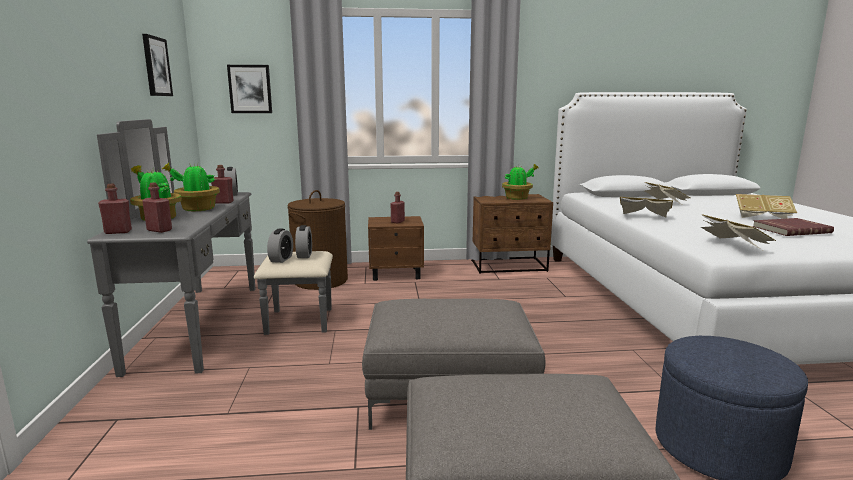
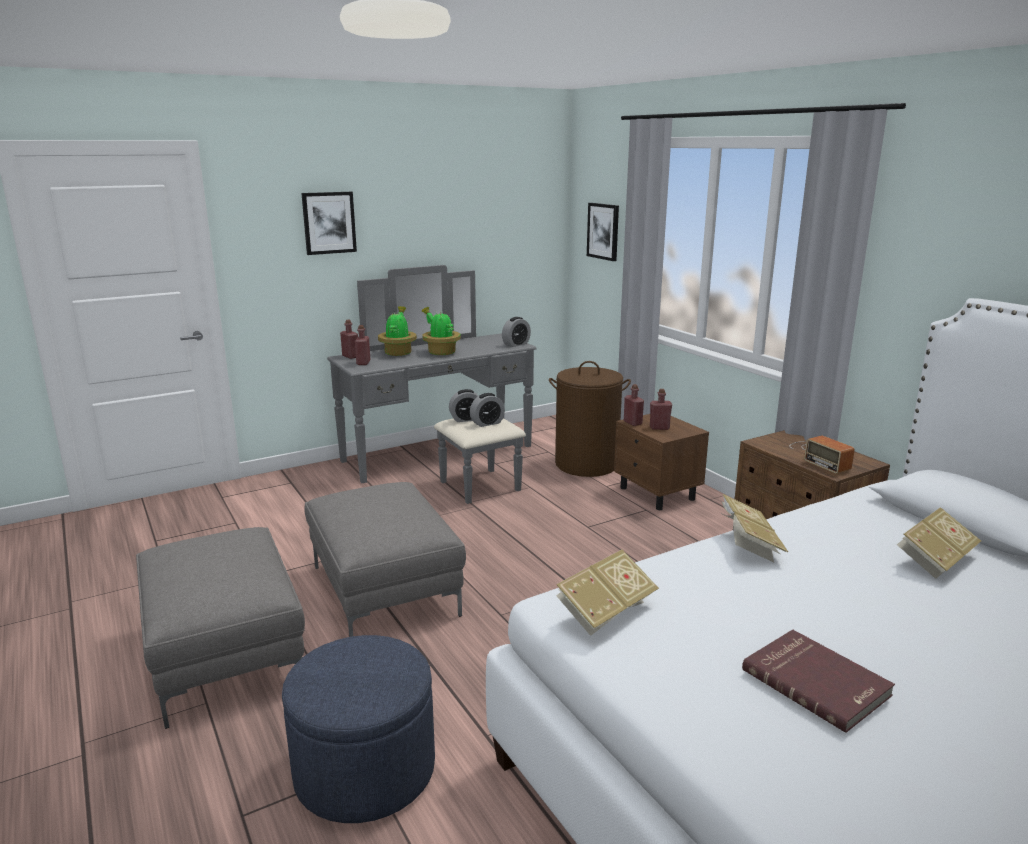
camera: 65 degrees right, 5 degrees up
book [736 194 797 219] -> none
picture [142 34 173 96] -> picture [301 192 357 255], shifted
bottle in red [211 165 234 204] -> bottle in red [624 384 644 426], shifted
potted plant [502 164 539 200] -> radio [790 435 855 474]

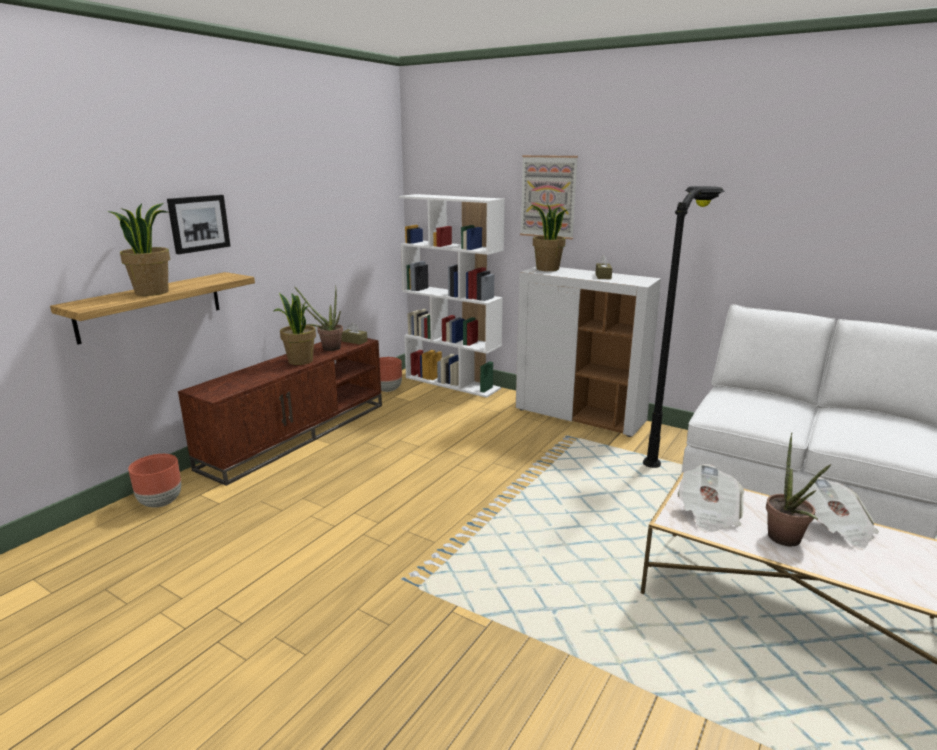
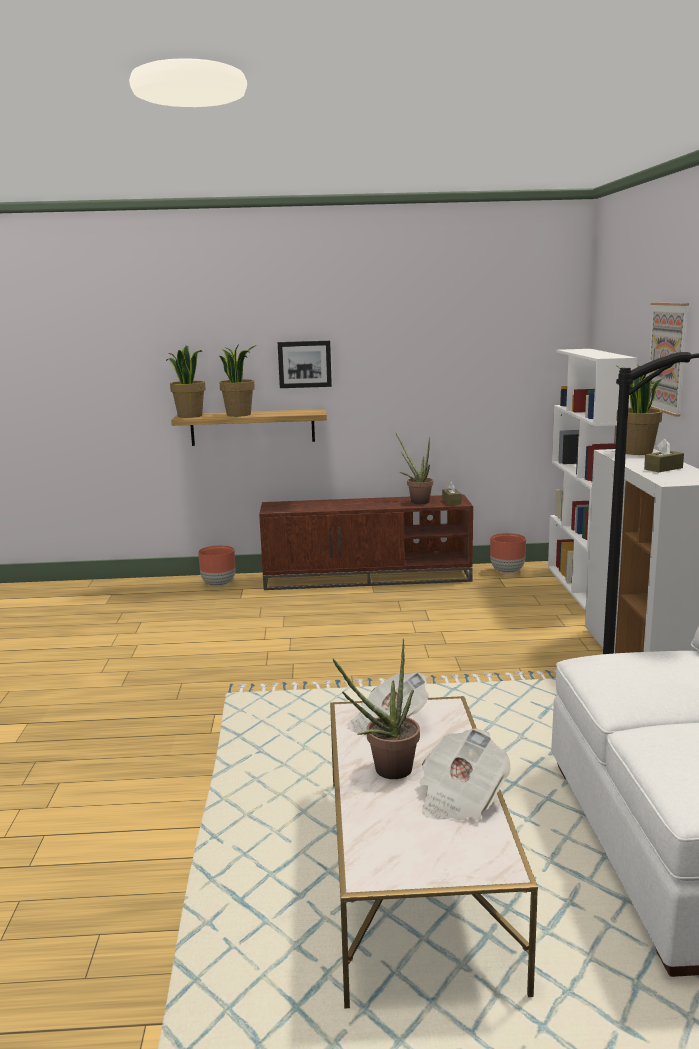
camera: 55 degrees right, 5 degrees down
potted plant [273 293 316 365] -> potted plant [166 345 206 418], shifted

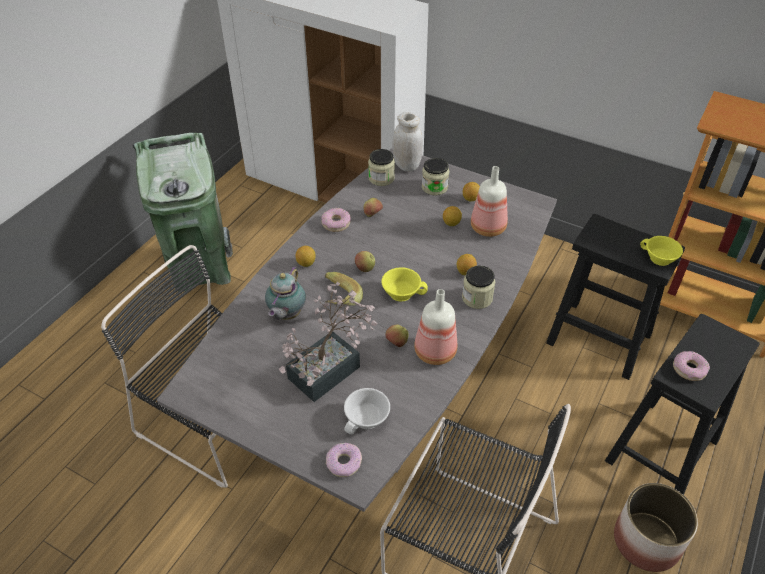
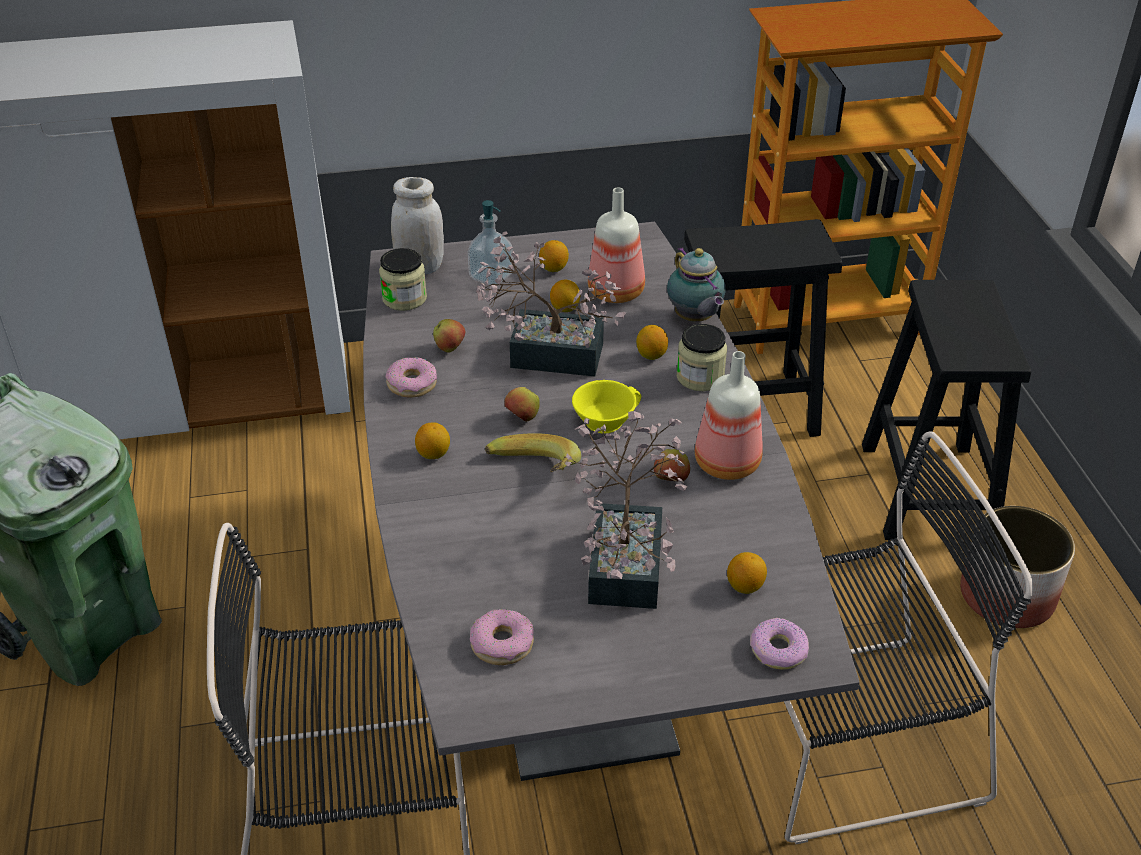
camera: 40 degrees left, 5 degrees down
cup in yellow [640 236 683 266] -> none
none -> potted plant [476 231 626 377]
teapot [265 266 306 320] -> teapot [667 247 726 322], shifted
donut [673 351 710 381] -> donut [470 609 534 665], shifted
cup in white [344 388 390 435] -> lemon [727 552 767 594]
jar [422 158 449 196] -> soap dispenser [468 200 513 286]

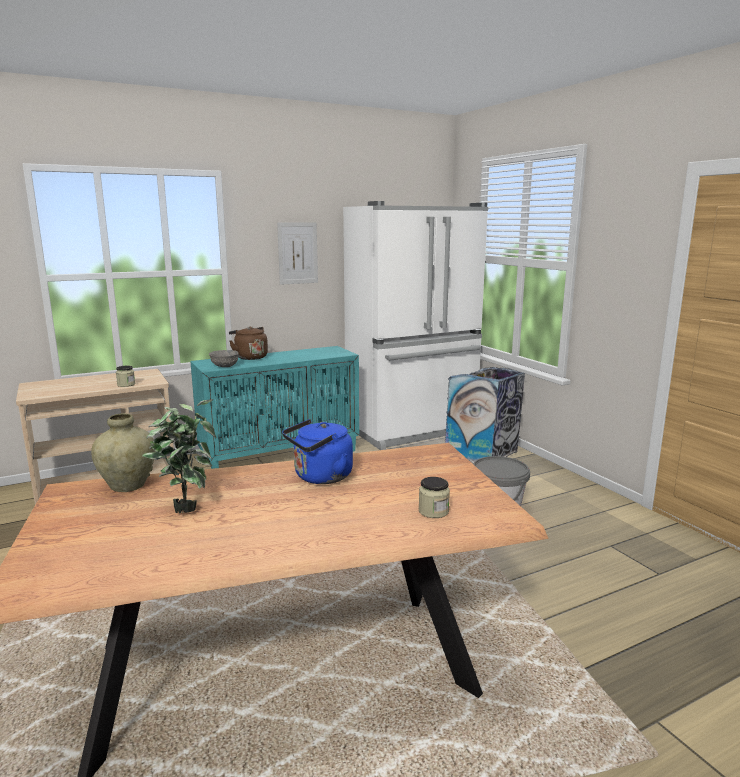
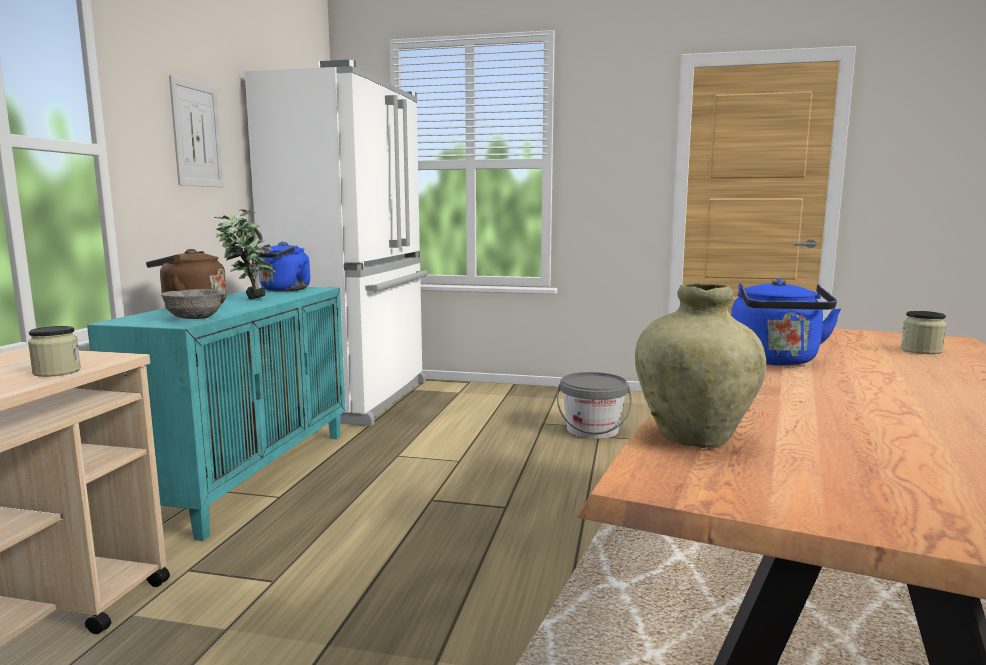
camera: 50 degrees left, 5 degrees down
trash can [445 367 525 464] -> none
none -> kettle in blue [253 242 310 292]
potted plant [142 399 216 513] -> potted plant [214 209 276 299], shifted

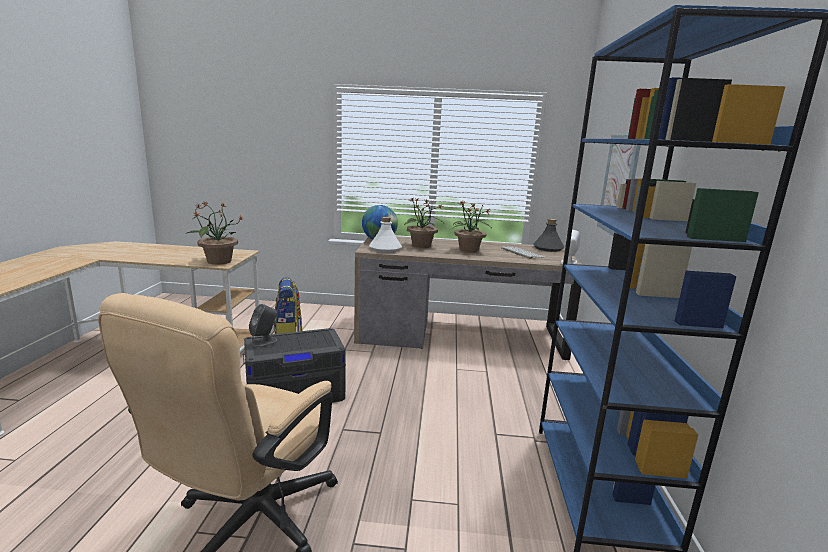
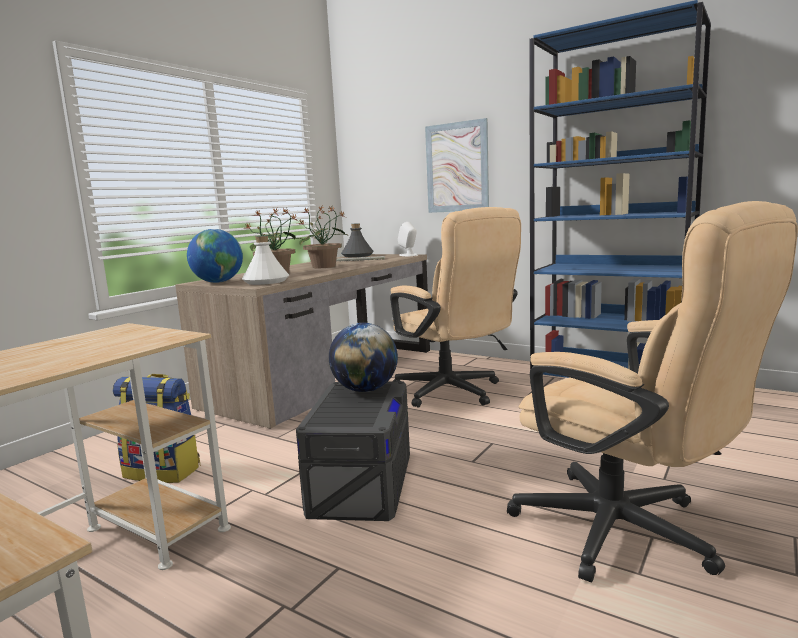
camera: 60 degrees left, 5 degrees down
potted plant [187 202 243 265] -> none
speaker in grey [249 304 278 348] -> none
none -> globe [329 323 398 392]
none -> office chair in beige [390 207 521 408]

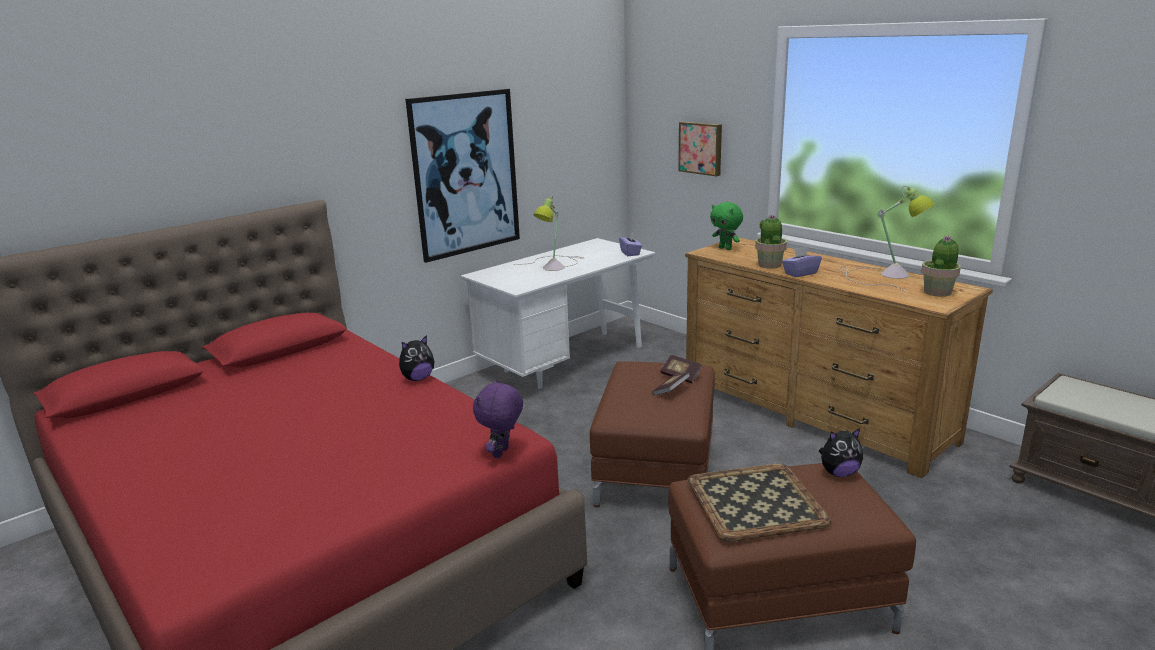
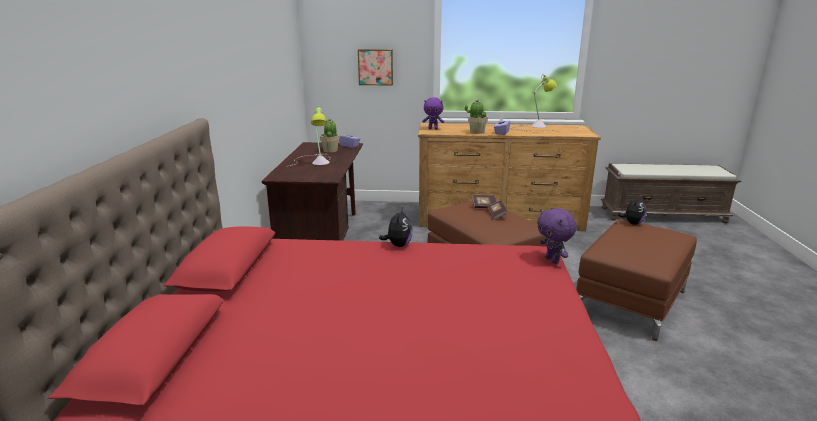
camera: 45 degrees left, 0 degrees up
picture [405 89 520 263] -> none
tray [687 464 832 542] -> none
potted plant [921 236 961 297] -> potted plant [320 119 340 153], shifted
desk in white [460 238 656 389] -> desk in brown [262 142 363 241]
plush toy in green [710 202 743 250] -> plush toy in purple [422 97 444 129]

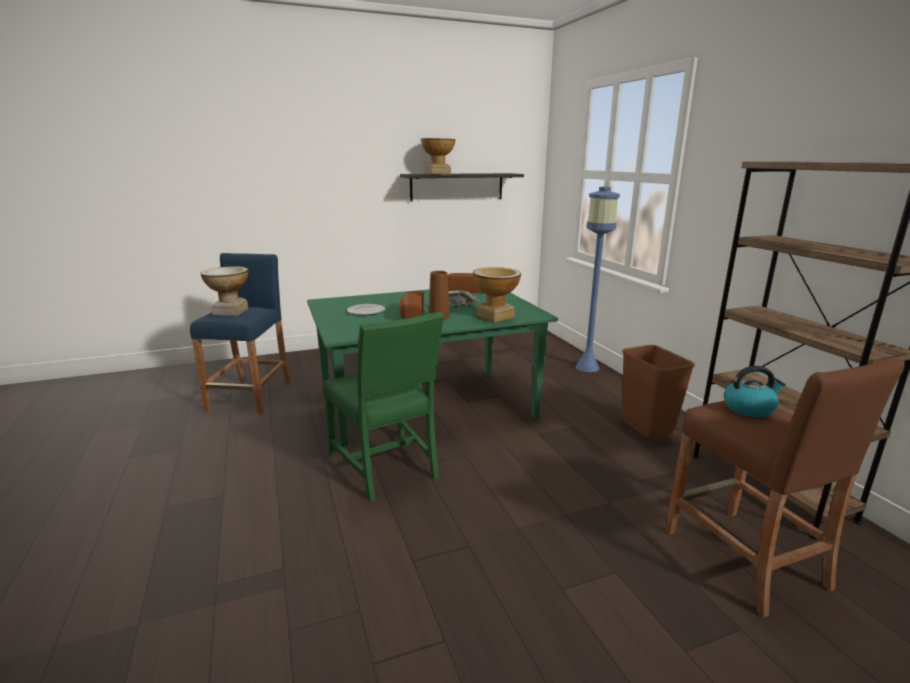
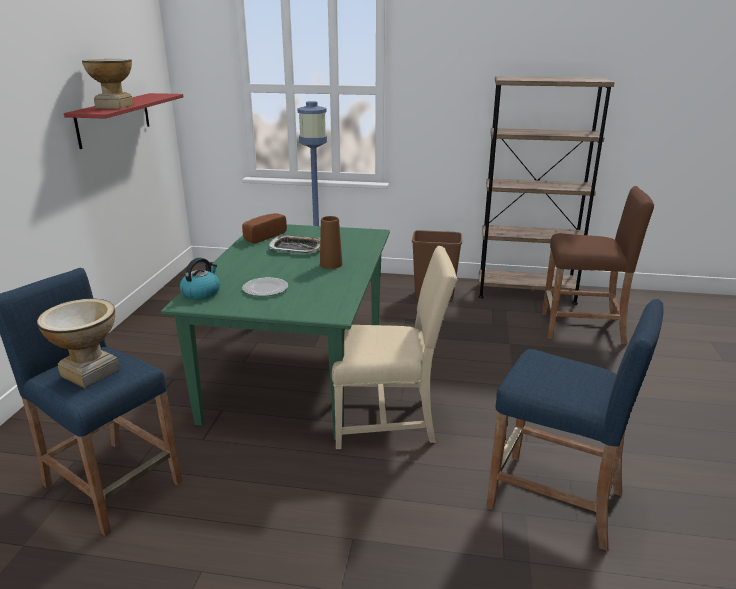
camera: 60 degrees left, 5 degrees up
bread [399 291 424 319] -> none
vase [473 267 521 323] -> none
none -> stool in blue [486 299 663 551]
kettle [724 366 786 417] -> kettle [180 258 220 300], shifted
chair in green [323 312 444 501] -> chair in beige [332 246 458 449]
shelf in black [400 173 524 202] -> shelf in red [64 93 184 149]

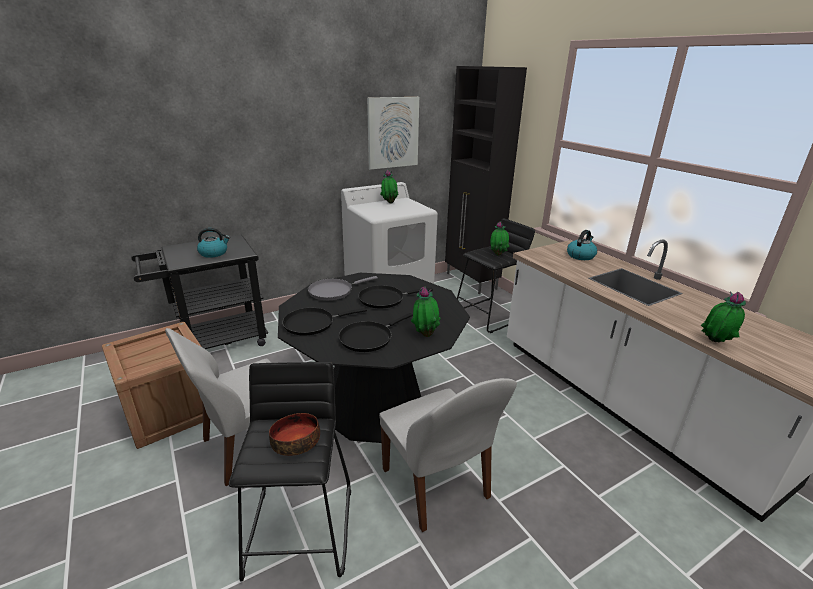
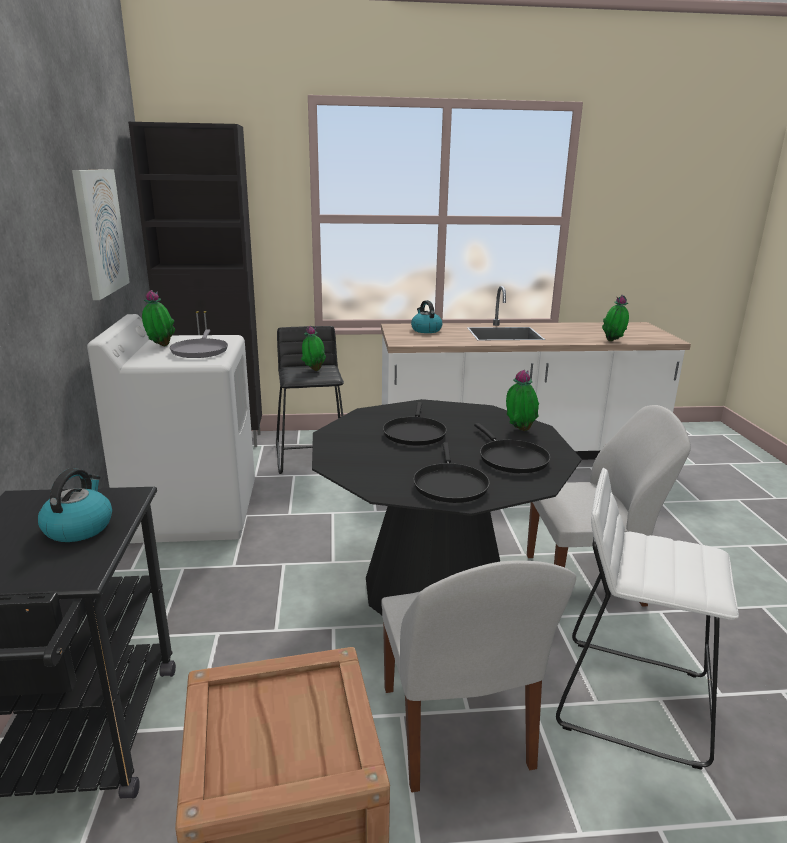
camera: 65 degrees left, 5 degrees down
bowl [269 413 320 456] -> none
frying pan in grey [308 276 378 300] -> frying pan in grey [170 329 228 358], shifted
stool in black [229 362 351 582] -> stool in white [556 468 739 770]

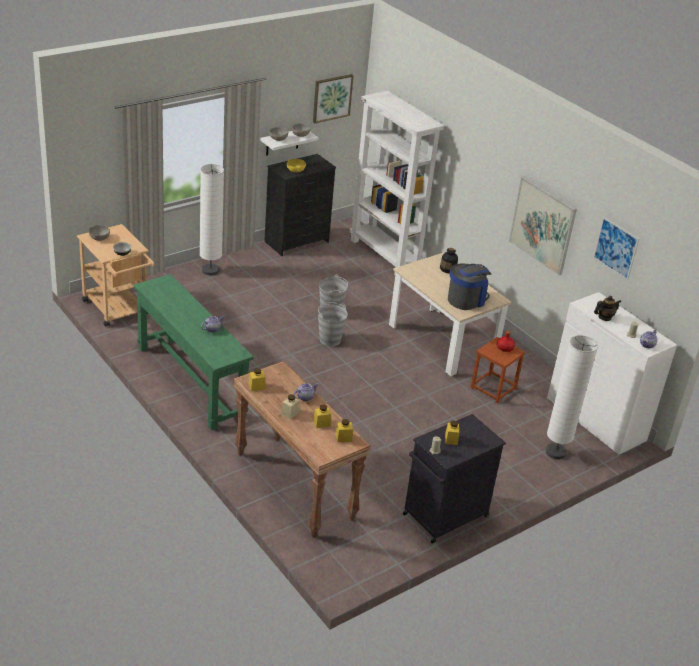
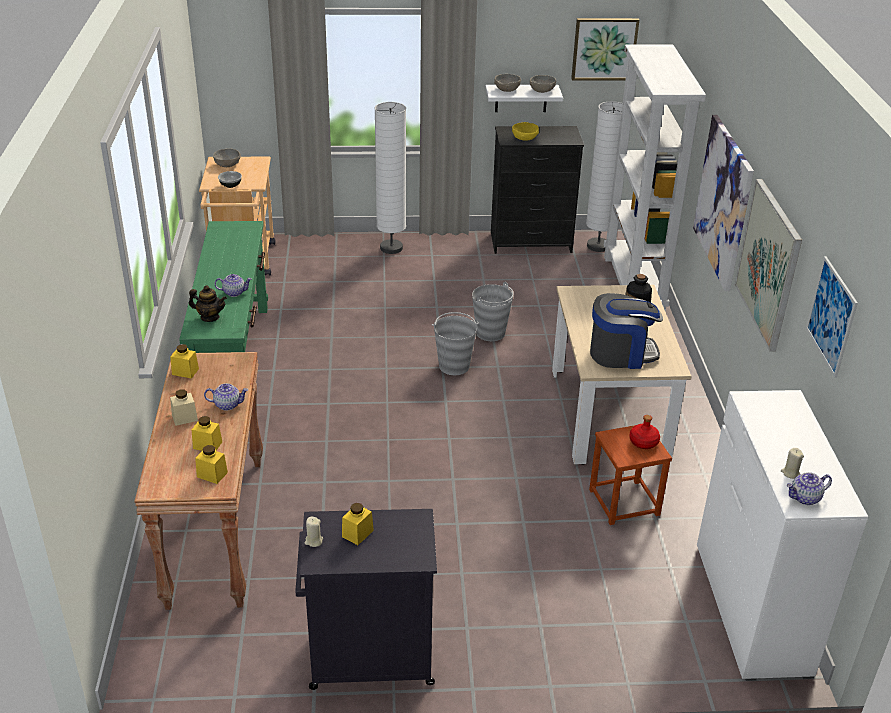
camera: 35 degrees right, 0 degrees up
none -> picture [693 115 754 291]
floor lamp in white [546 335 598 460] -> floor lamp in white [586 101 623 252], shifted
teapot [594 296 622 321] -> teapot [189 285 227 322], shifted

